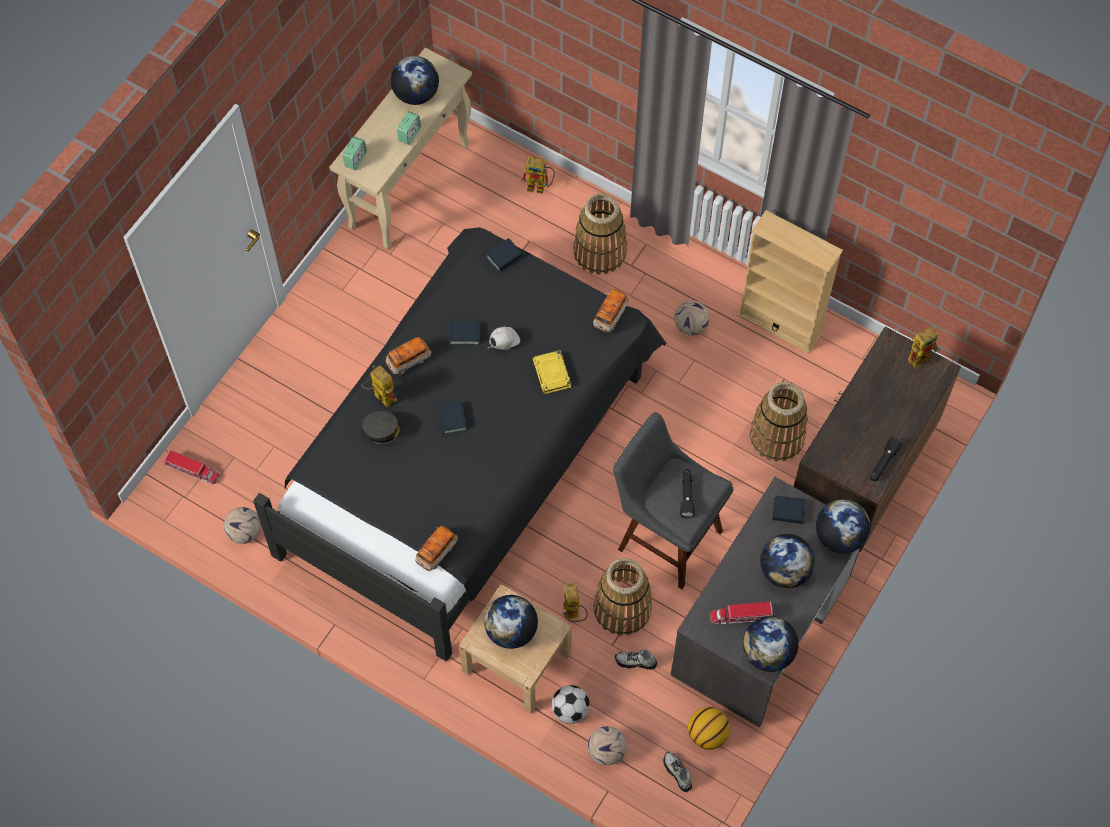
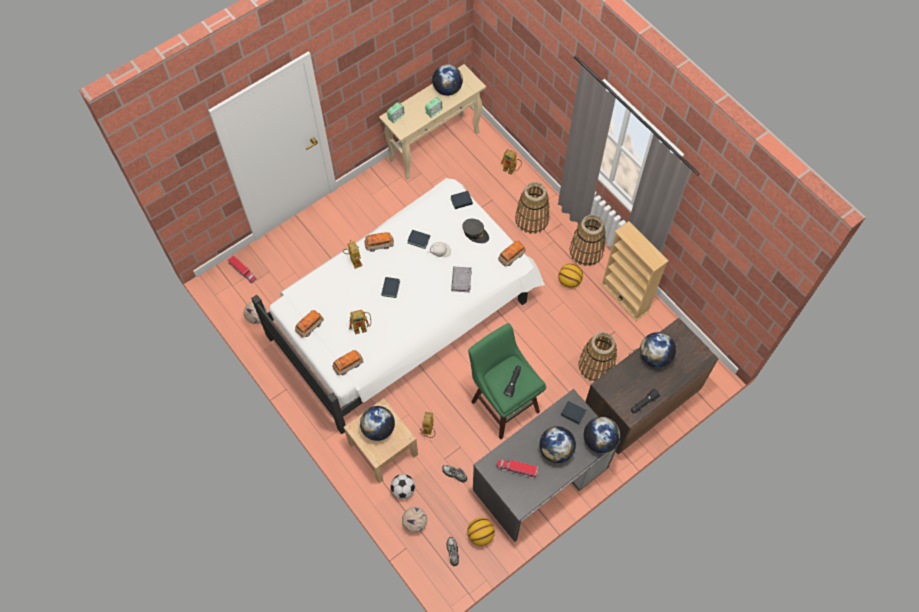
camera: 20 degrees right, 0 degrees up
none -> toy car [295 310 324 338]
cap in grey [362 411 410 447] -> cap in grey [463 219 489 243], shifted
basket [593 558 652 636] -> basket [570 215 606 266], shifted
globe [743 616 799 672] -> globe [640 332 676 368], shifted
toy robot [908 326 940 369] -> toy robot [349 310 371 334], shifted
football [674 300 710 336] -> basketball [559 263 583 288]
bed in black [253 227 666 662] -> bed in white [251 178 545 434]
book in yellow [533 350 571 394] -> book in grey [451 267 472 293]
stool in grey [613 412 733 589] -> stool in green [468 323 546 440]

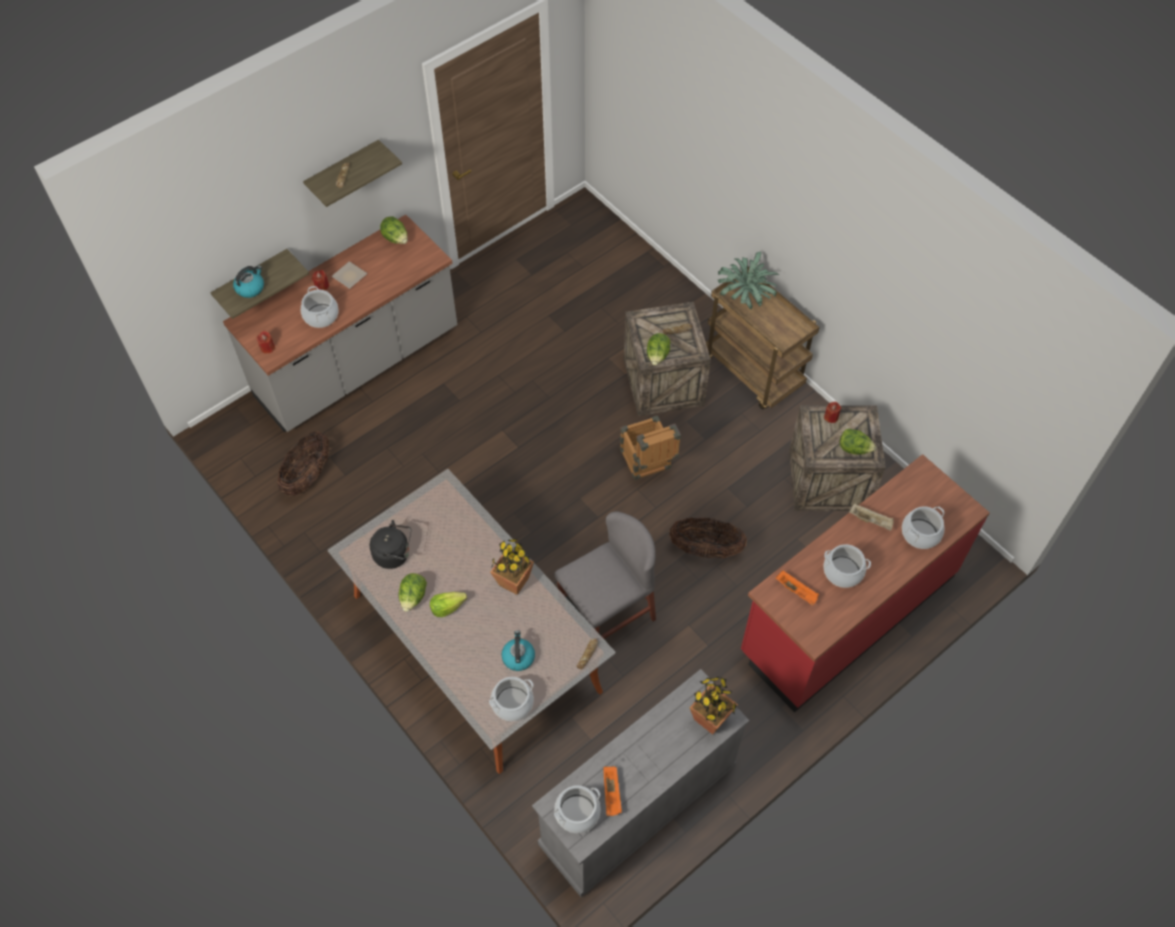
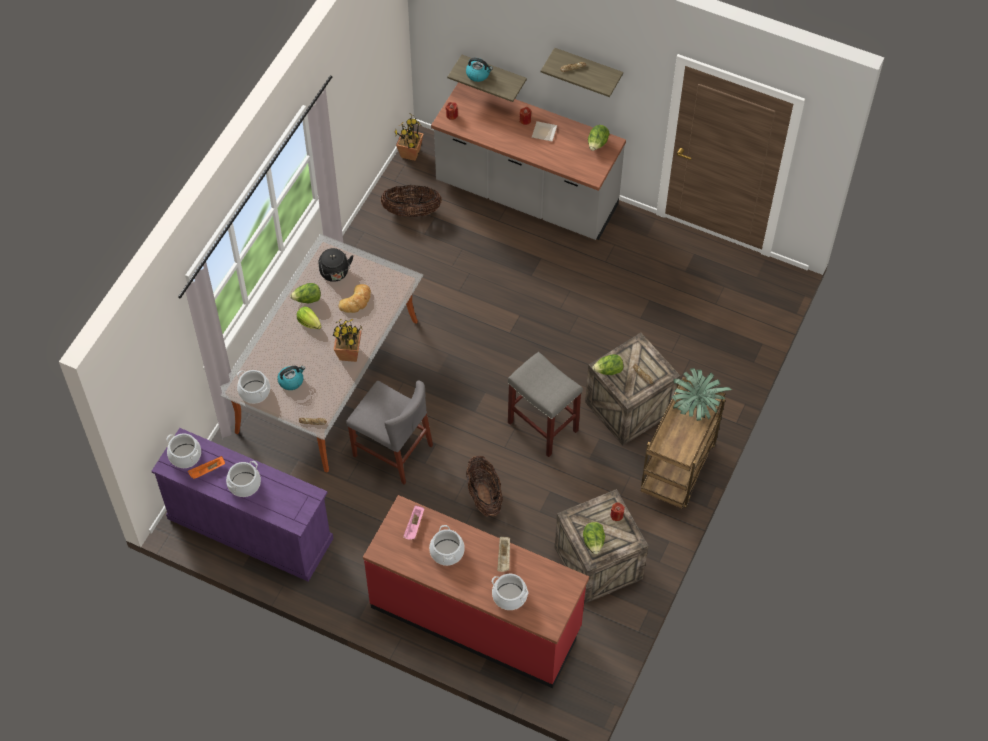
camera: 65 degrees right, 0 degrees up
none -> bread [339 284 371 313]
cooking pot [301 286 338 328] -> cooking pot [226 461 261 497], shifted
potted plant [689 677 738 735] -> potted plant [394 113 424 161], shifted
crate [620 416 681 480] -> stool in grey [508 352 583 457]
dresser in grey [532 669 749 897] -> dresser in purple [152 428 334 581]
tray in orange [776 571 819 606] -> tray in pink [403 505 424 540]

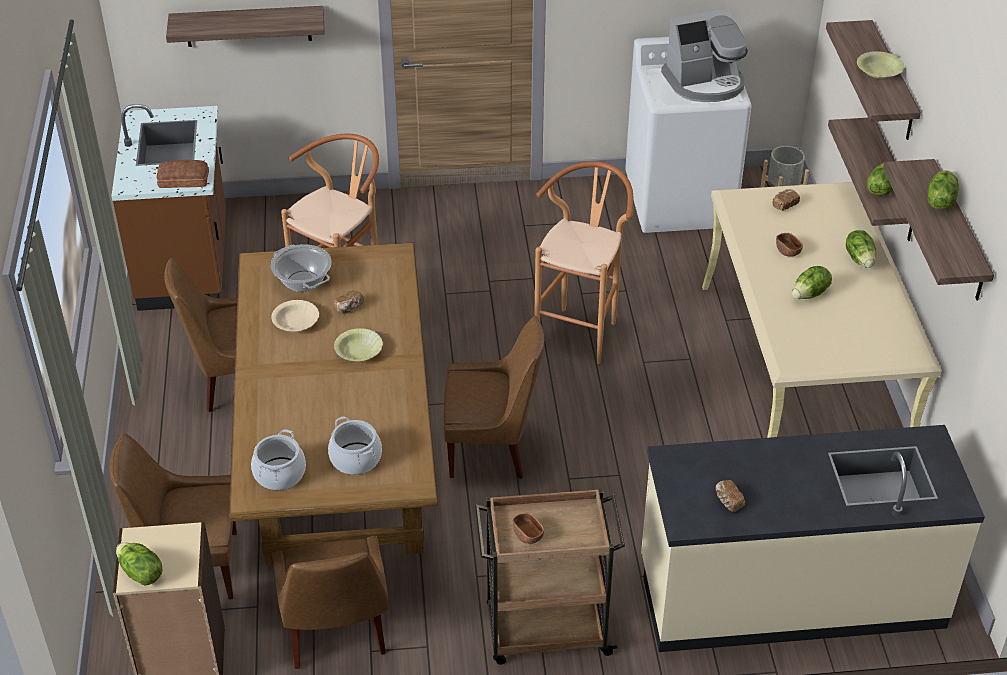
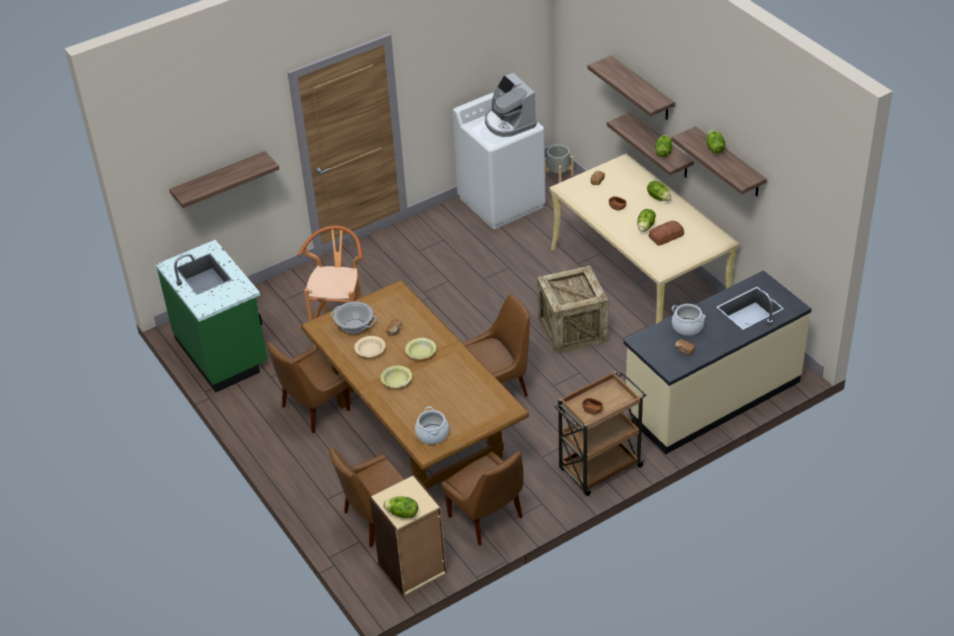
camera: 25 degrees left, 0 degrees up
stool in brown [535 161 633 364] -> none
none -> crate [537 266 608 354]
bread [157 160 209 188] -> bread [649 221 684 246], shifted
cooking pot [328 416 382 475] -> cooking pot [672 304 706 336], shifted
bowl in yellow [857 51 904 79] -> bowl in yellow [381 366 412 388], shifted
counter in brown [111 104 226 311] -> counter in green [156 240 267 393]
coffee machine [661 9 748 102] -> coffee machine [485 73 537 137], 105 degrees clockwise

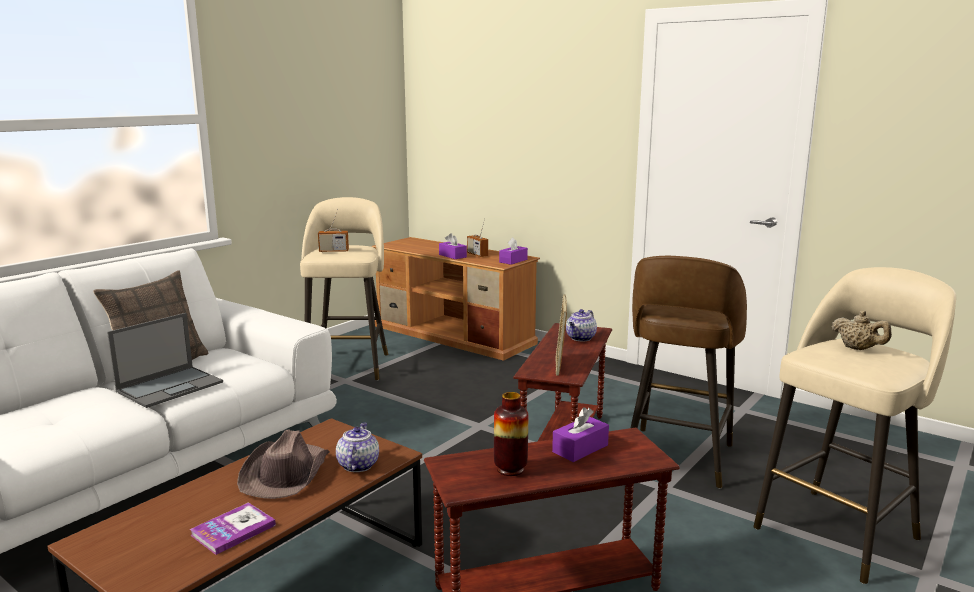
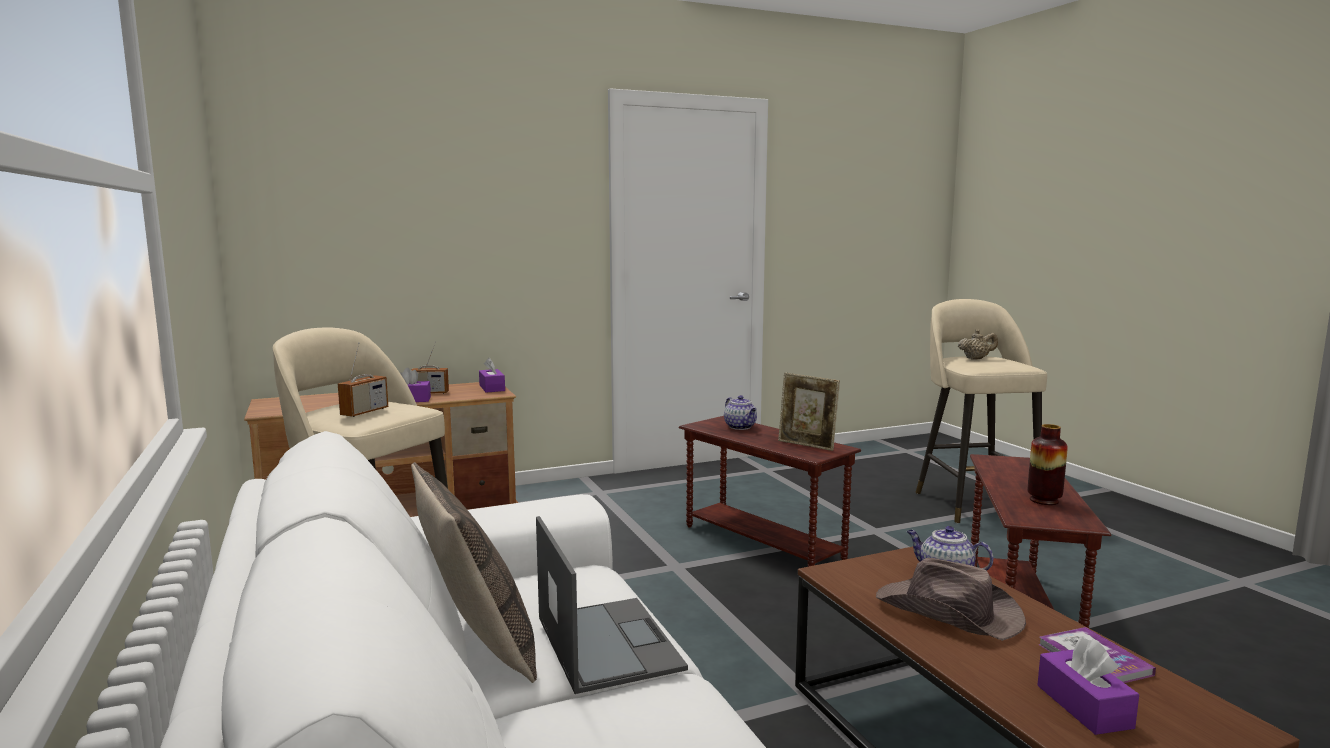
camera: 60 degrees left, 5 degrees down
stool in brown [631 256 747 489] -> none
tissue box in purple [552 407 609 462] -> tissue box in purple [1037 637 1139 735], shifted

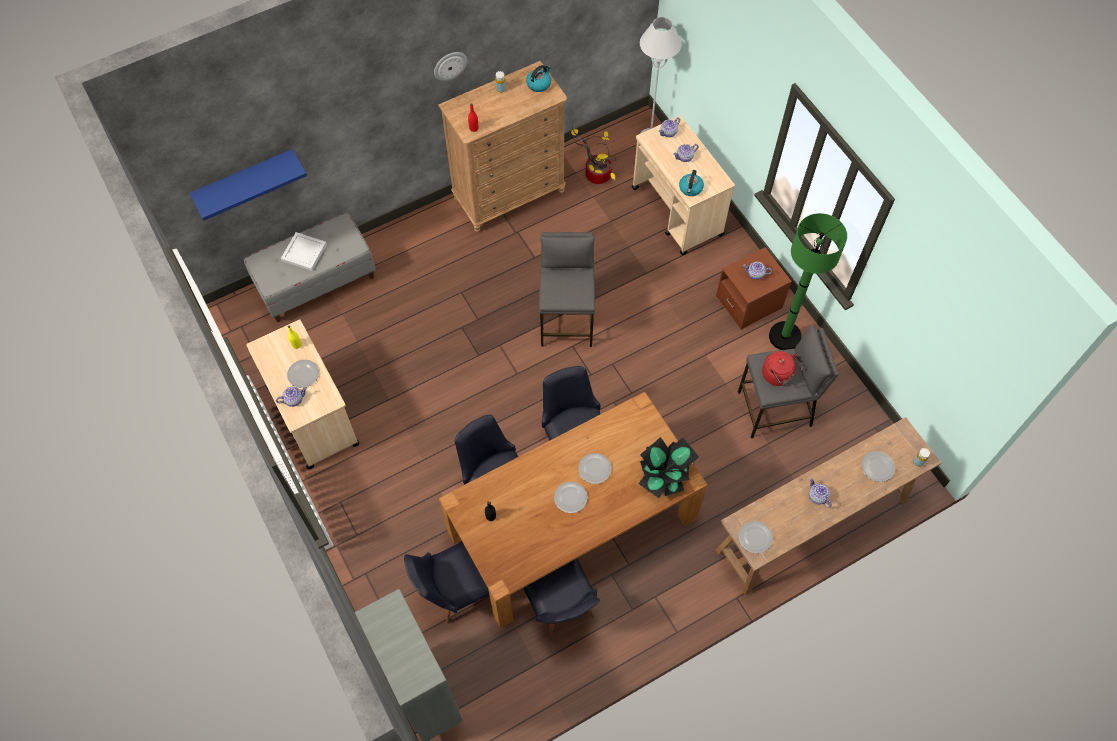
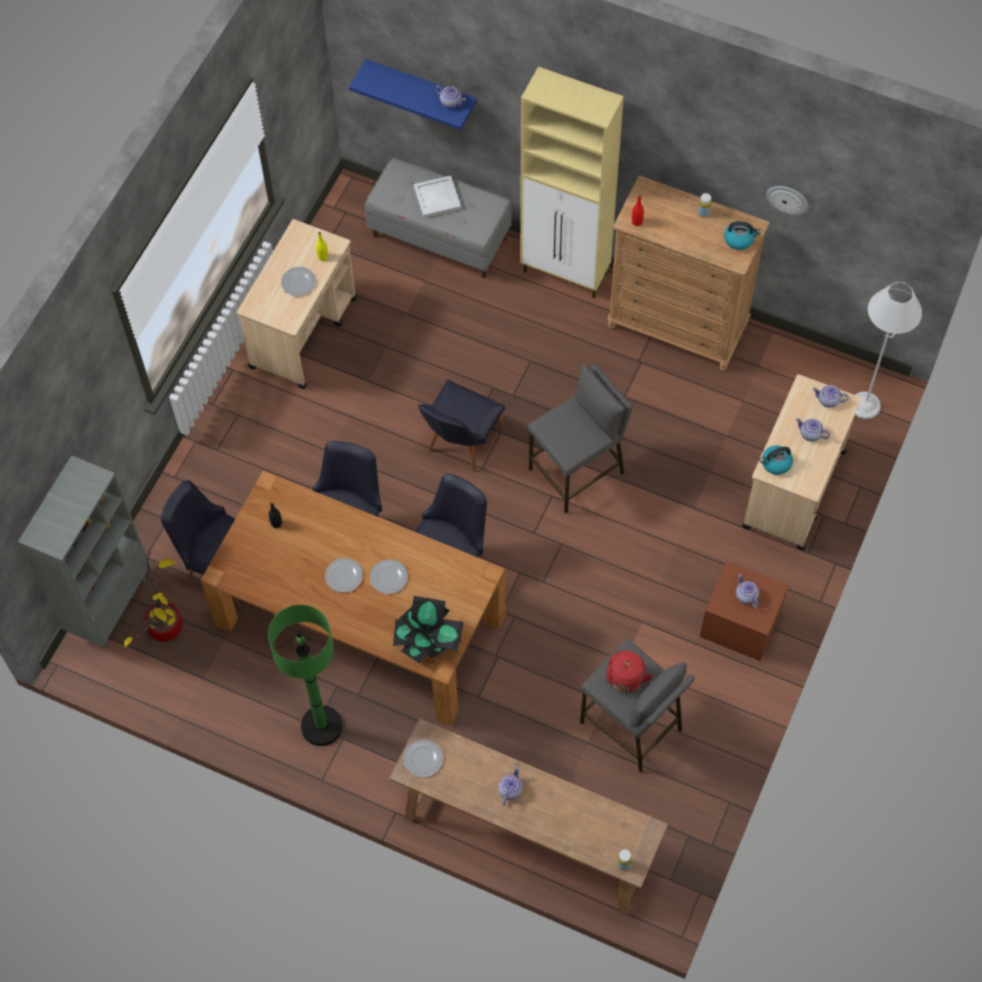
camera: 55 degrees right, 0 degrees up
plate [862 451 895 482] -> none
none -> cabinet in beige [520 67 624 298]
teapot [276 387 307 407] -> teapot [435 86 466 108], shifted
wall clock [434 52 467 81] -> wall clock [766 186 808 216], shifted
chair in black [523 558 600 639] -> chair in black [418 380 505 472], shifted
potted plant [571 121 617 184] -> potted plant [124 551 182 647], shifted
floor lamp in green [769 213 847 350] -> floor lamp in green [268 605 342 746], shifted

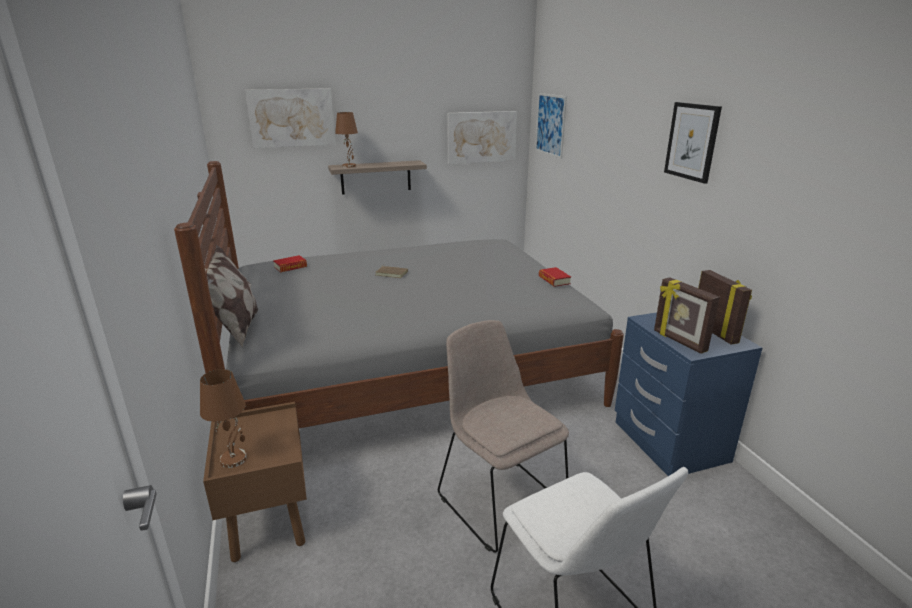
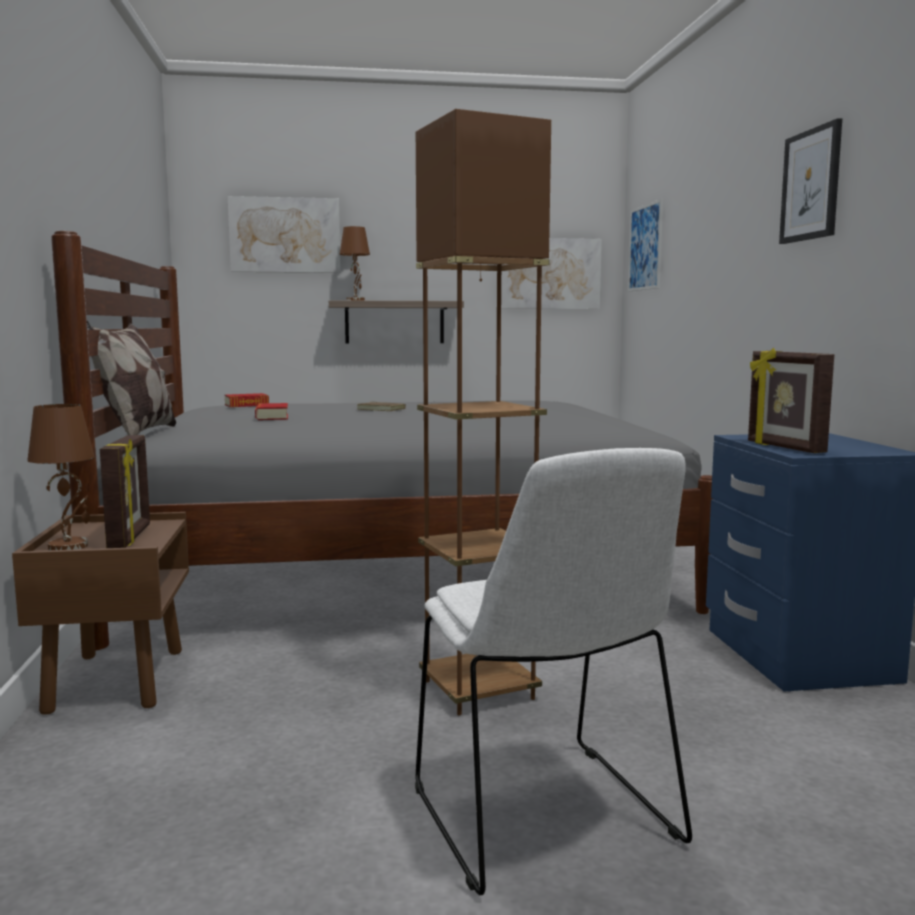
camera: 10 degrees right, 15 degrees down
book [539 267 571 287] -> book [255 403 288 420], shifted
picture frame [698 270 752 345] -> picture frame [100 435 150 548], shifted
chair in beige [438 320 569 553] -> floor lamp in brown [416 109 551 715]

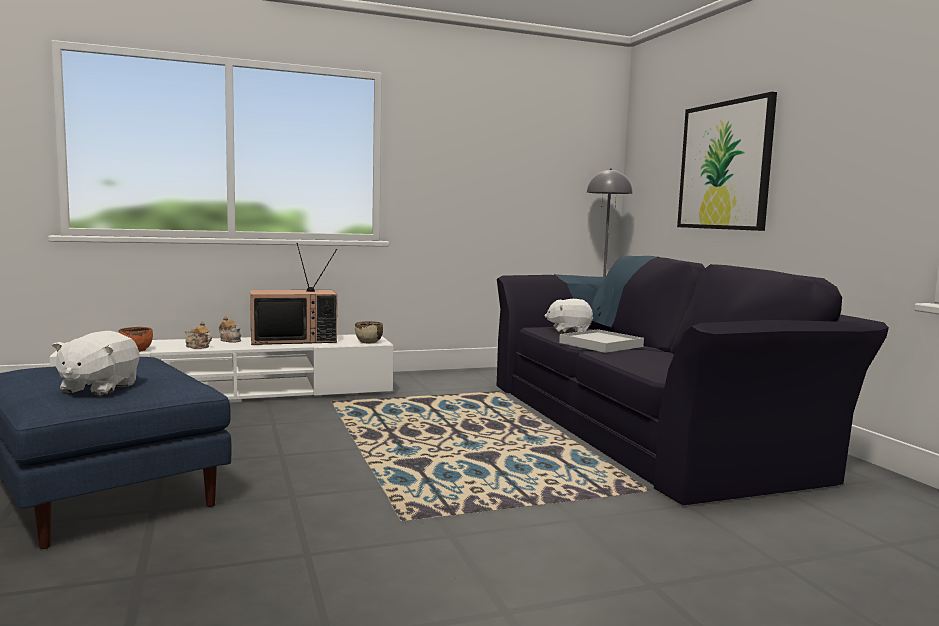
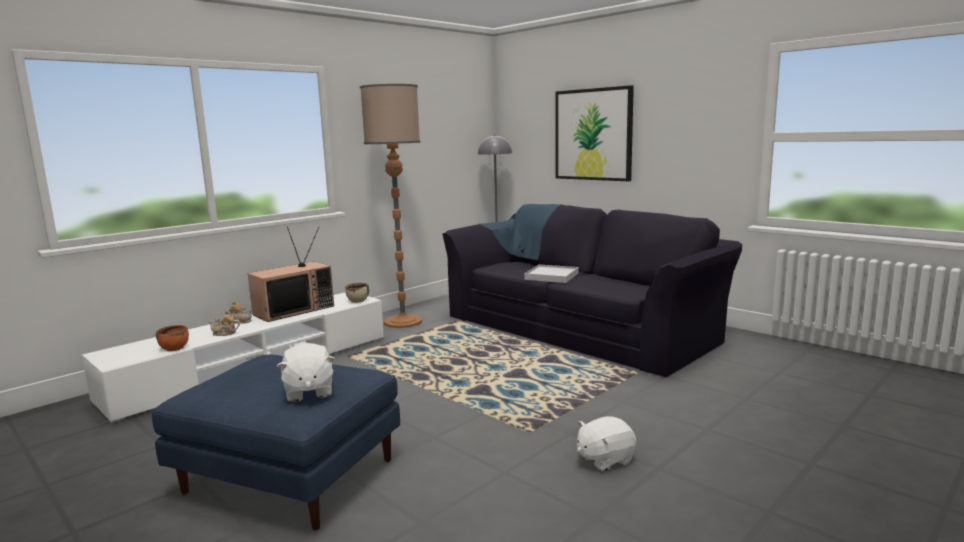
camera: 25 degrees left, 5 degrees up
none -> floor lamp [360 84 422 328]
plush toy in white [544 299 593 333] -> plush toy in white [577 416 636 472], shifted

